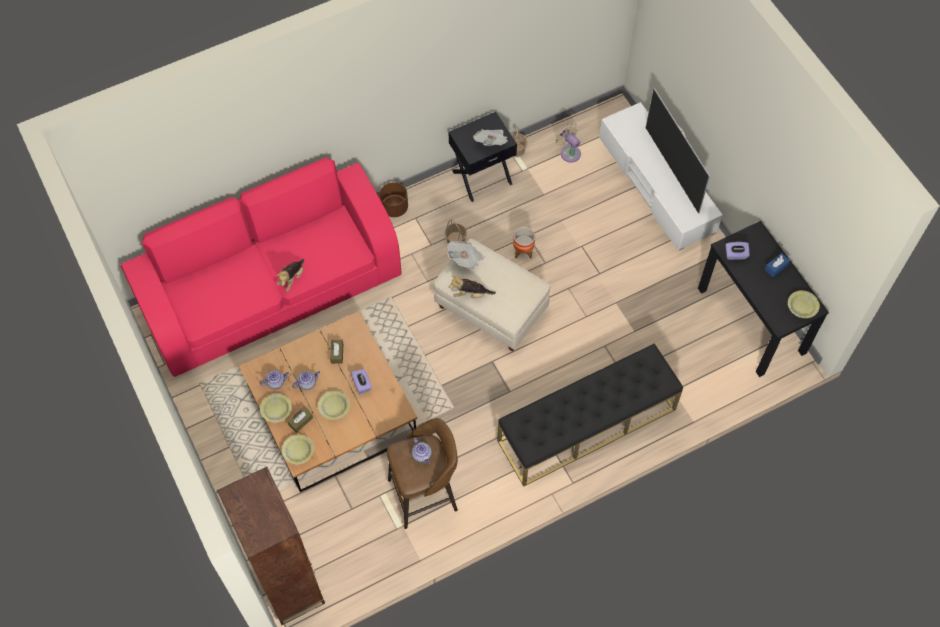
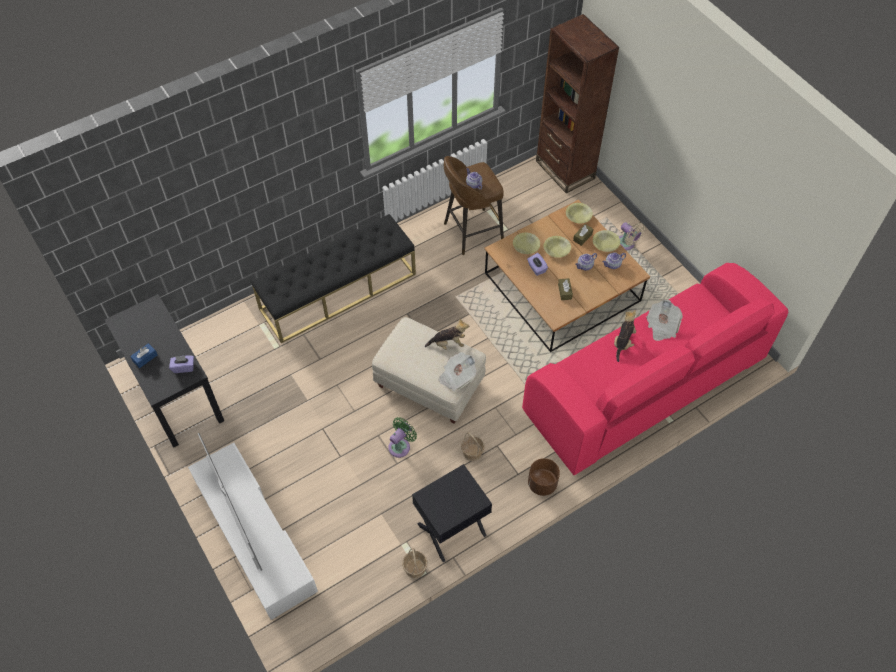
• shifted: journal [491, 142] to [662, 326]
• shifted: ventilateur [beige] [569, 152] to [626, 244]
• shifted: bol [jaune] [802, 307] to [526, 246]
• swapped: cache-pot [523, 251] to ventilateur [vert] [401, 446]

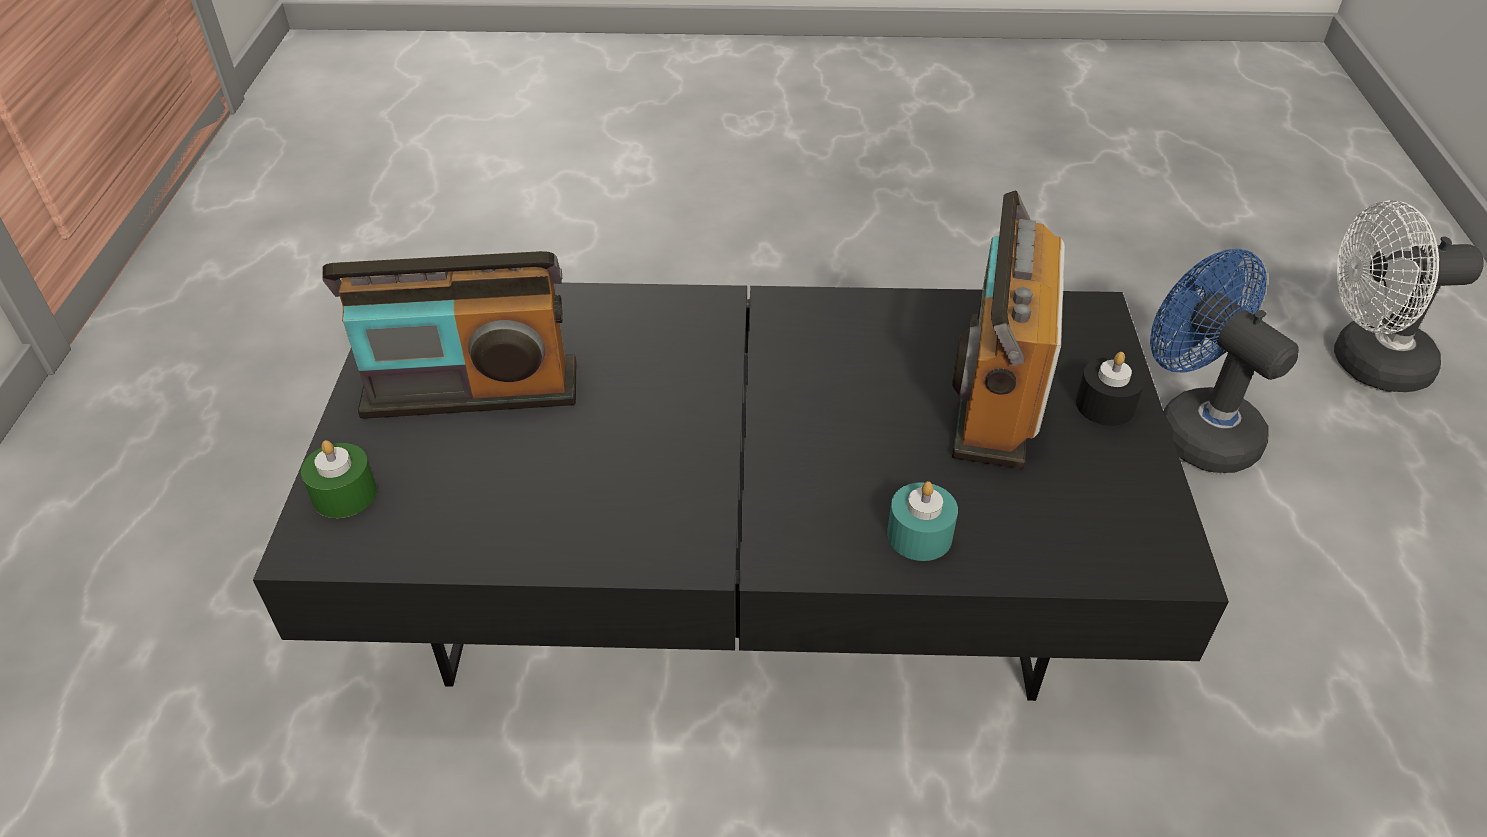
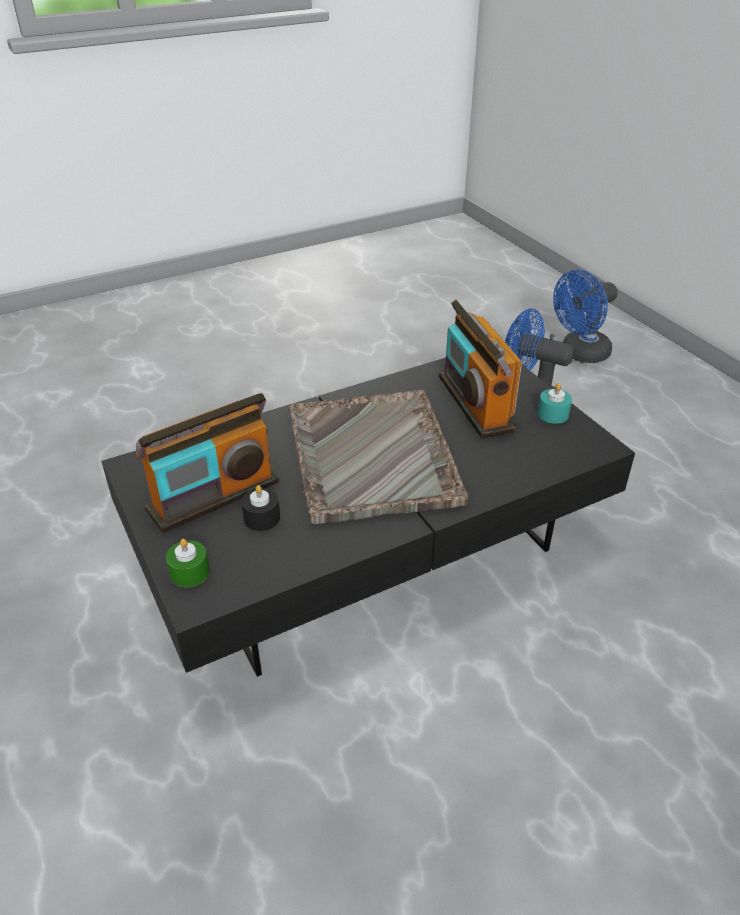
• new: plateau [gris] [372, 458]
• shifted: bougie [turquoise] [919, 535] to [553, 414]
• shifted: bougie [noir] [1105, 405] to [262, 518]
• repainted: ventilateur [blanc] [1365, 364] to ventilateur [bleu] [579, 354]

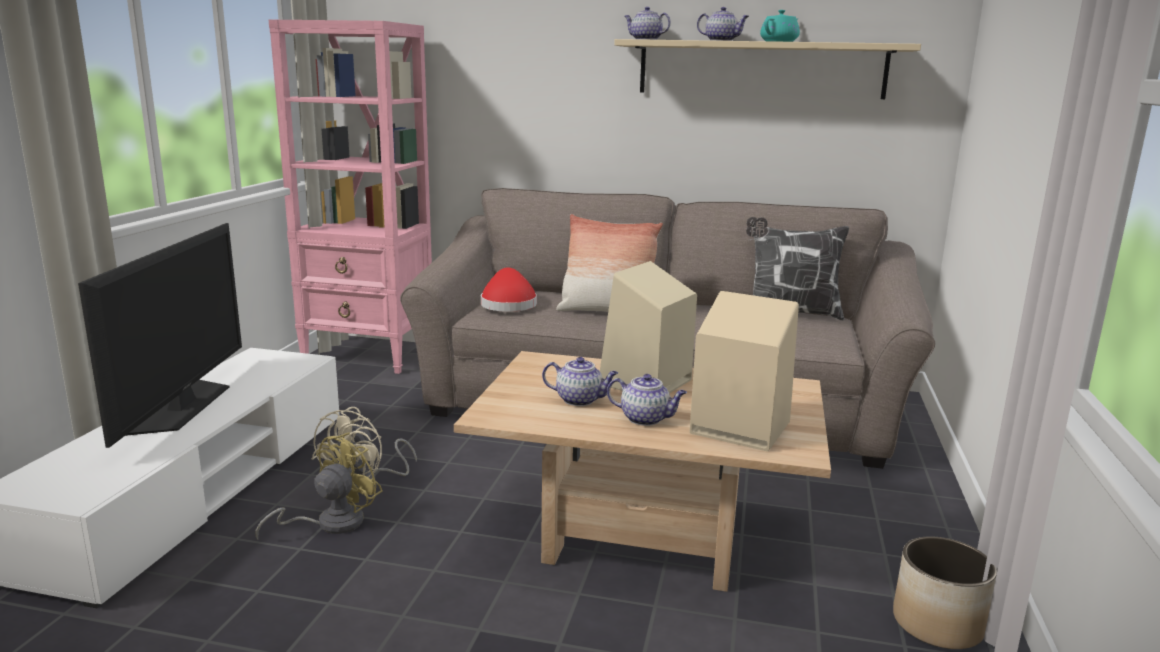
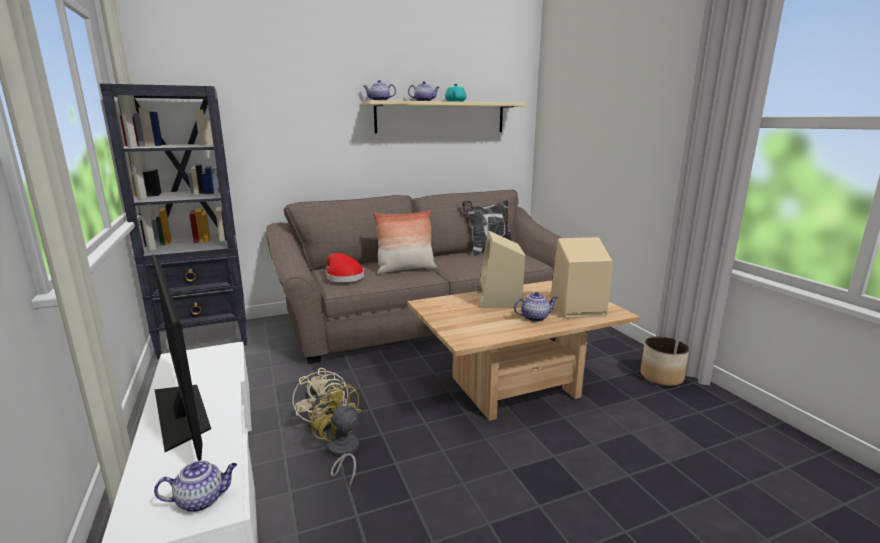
• shifted: théière [580, 400] to [202, 499]
• repainted: bibliothèque [rose] [370, 355] to bibliothèque [noir] [206, 339]
• rotated: ventilateur [jaune] [330, 523] = [341, 453] 45 degrees counterclockwise

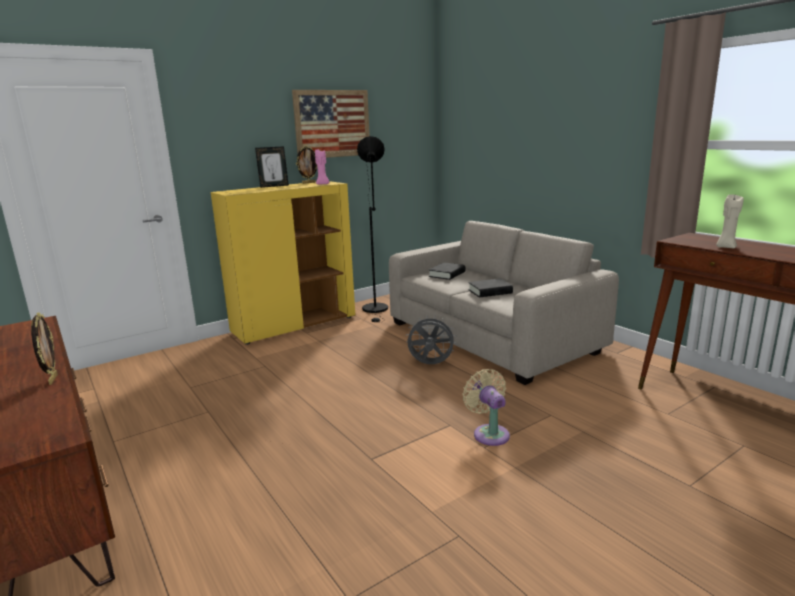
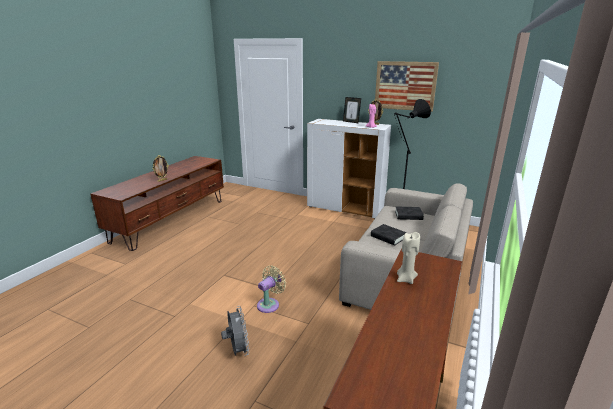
• shifted: ventilateur [gris] [430, 365] to [237, 350]
• repainted: meuble de rangement [jaune] [294, 325] to meuble de rangement [blanc] [346, 209]

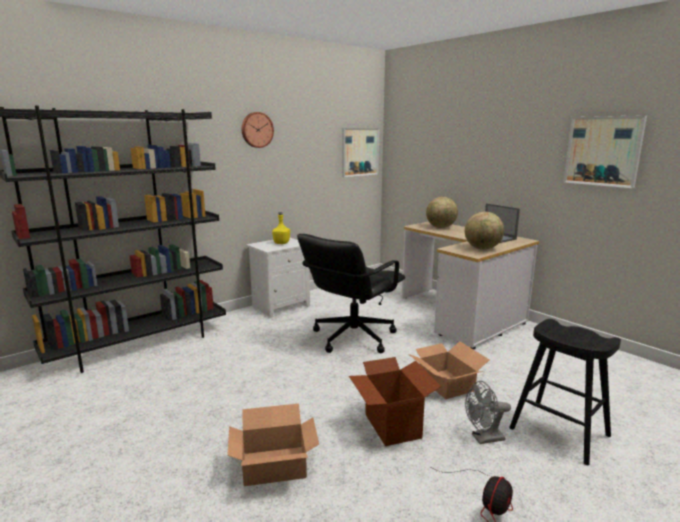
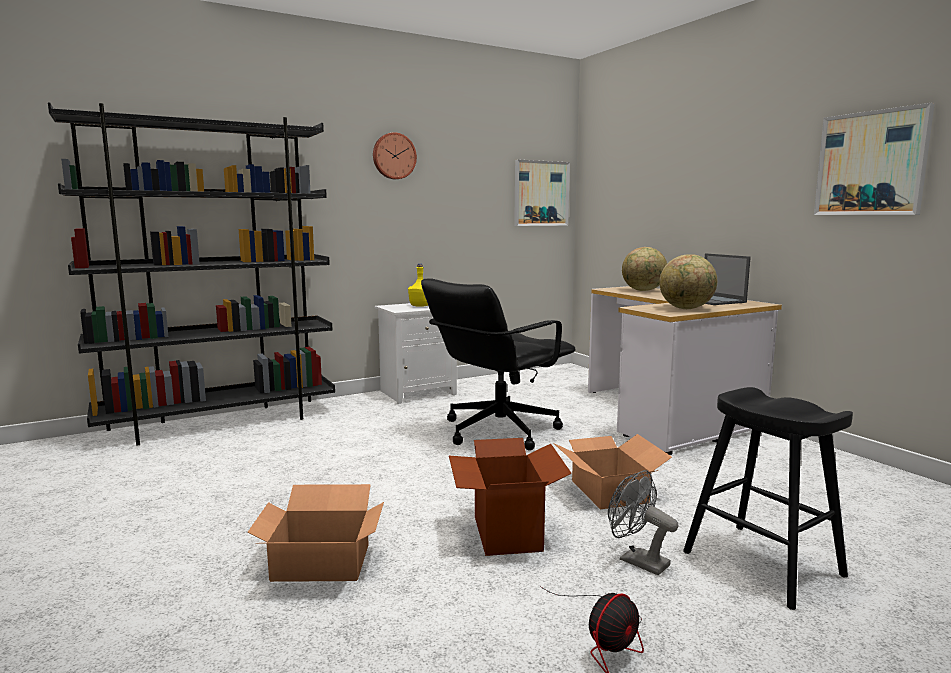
• rotated: ventilateur [gris] [483, 438] = [637, 560] 45 degrees clockwise

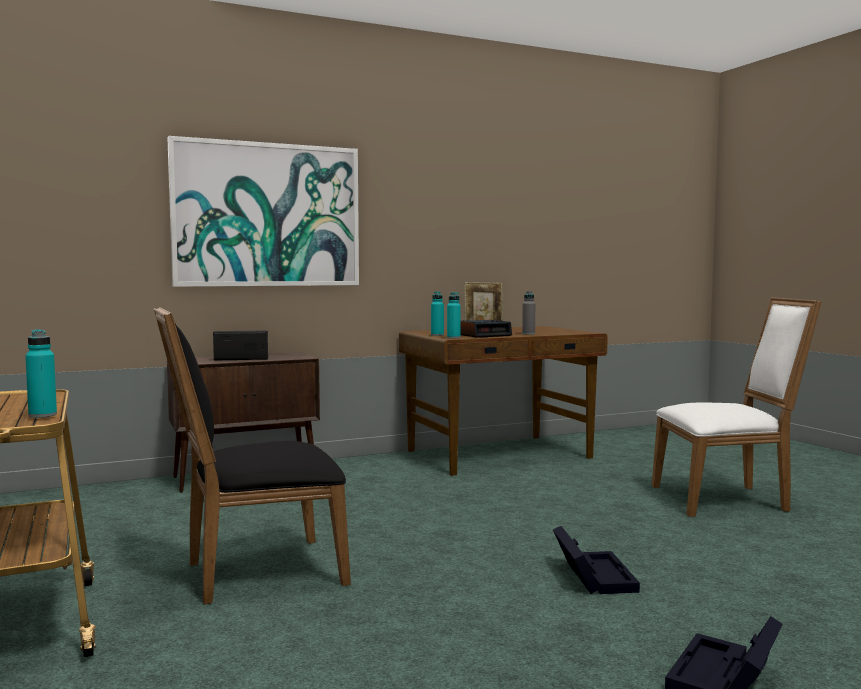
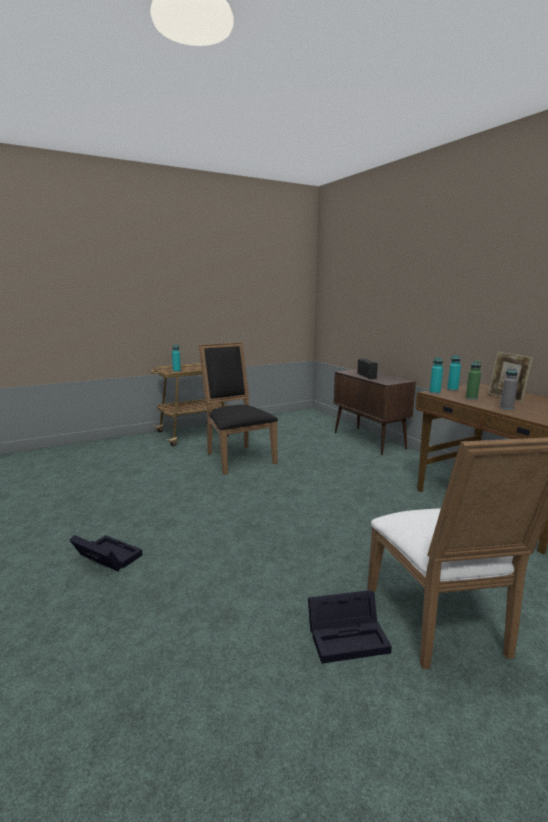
• gone: tableau [267, 215]
• shifted: boîte de rangement [noir] [592, 575] to [349, 636]
• swapped: réveil [483, 335] to bouteille [vert] [471, 398]

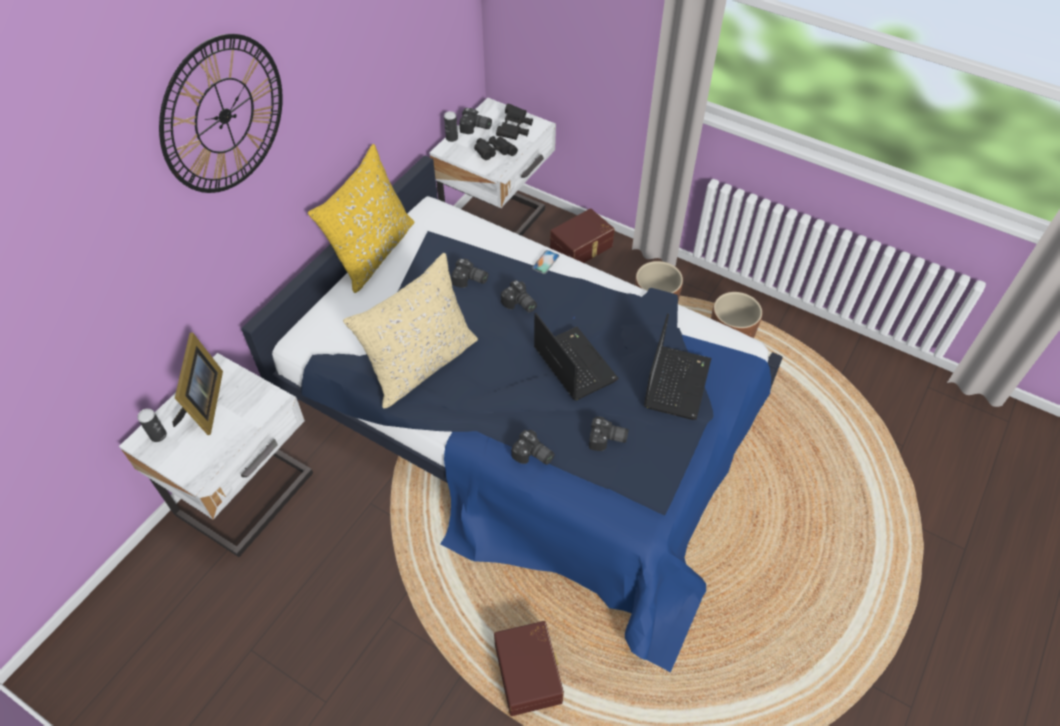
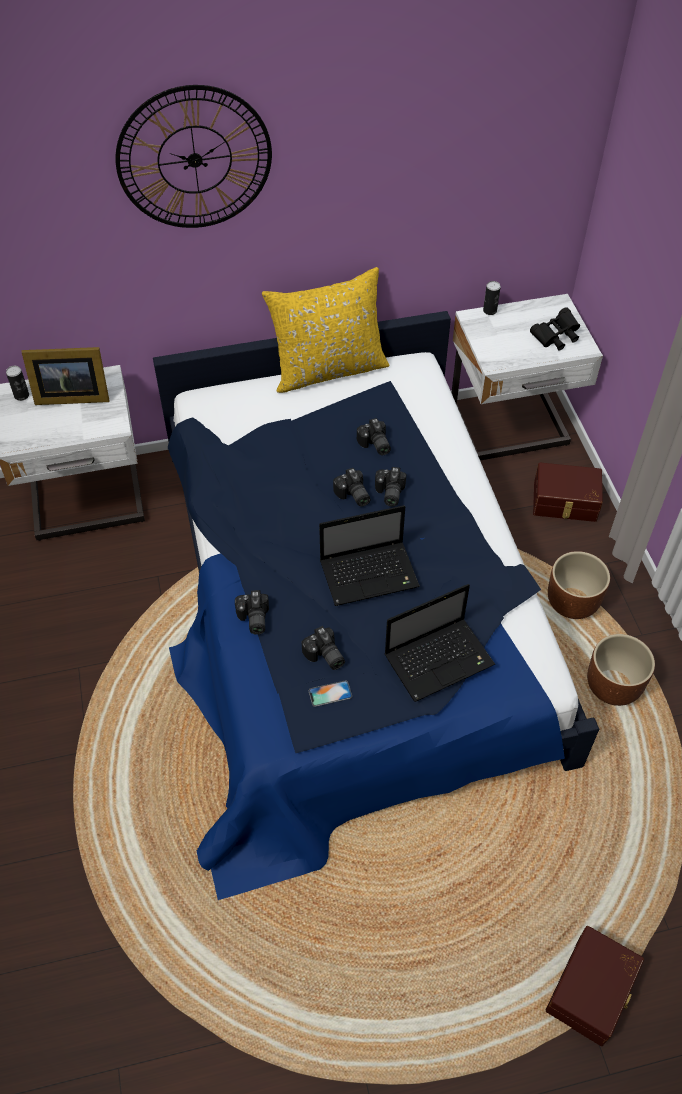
• gone: coussin [beige] [421, 364]
• gone: jumelles [noir] [494, 154]
• shifted: appareil photo [475, 128] to [352, 496]
• shifted: boîte de rangement [marron] [530, 672] to [593, 991]
• shifted: téléphone [545, 262] to [330, 693]
• rotated: cadre photo [204, 405] = [70, 396] 45 degrees clockwise
• rotated: ordinateur portable [573, 363] = [371, 573] 60 degrees clockwise

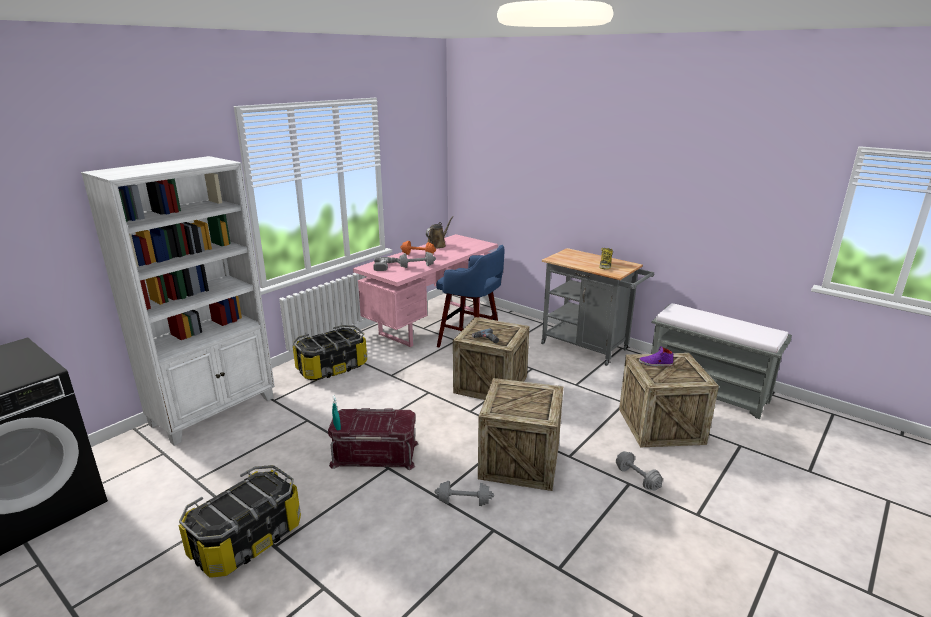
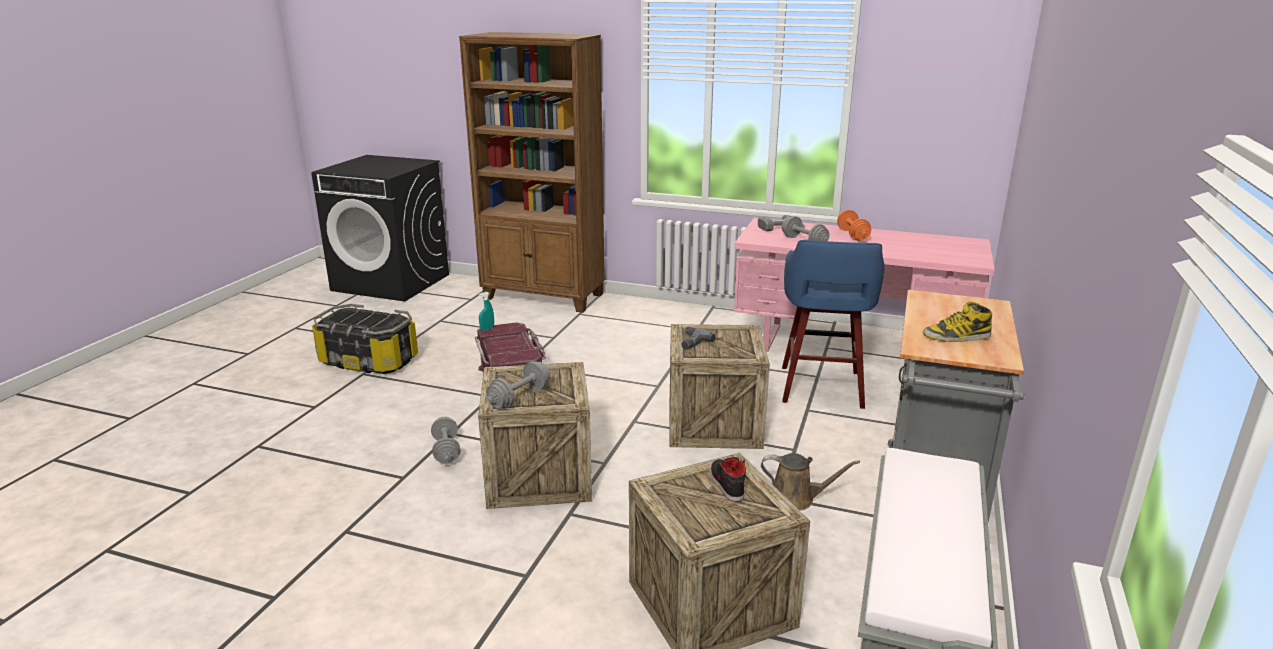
• gone: boîte de rangement [332, 367]
• shifted: arrosoir [marron] [437, 245] to [796, 499]
• shifted: haltère [gris] [637, 478] to [519, 397]
• repainted: bibliothèque [blanc] [215, 411] to bibliothèque [marron] [544, 297]
• repainted: chaussure [violet] [655, 363] to chaussure [noir] [726, 483]

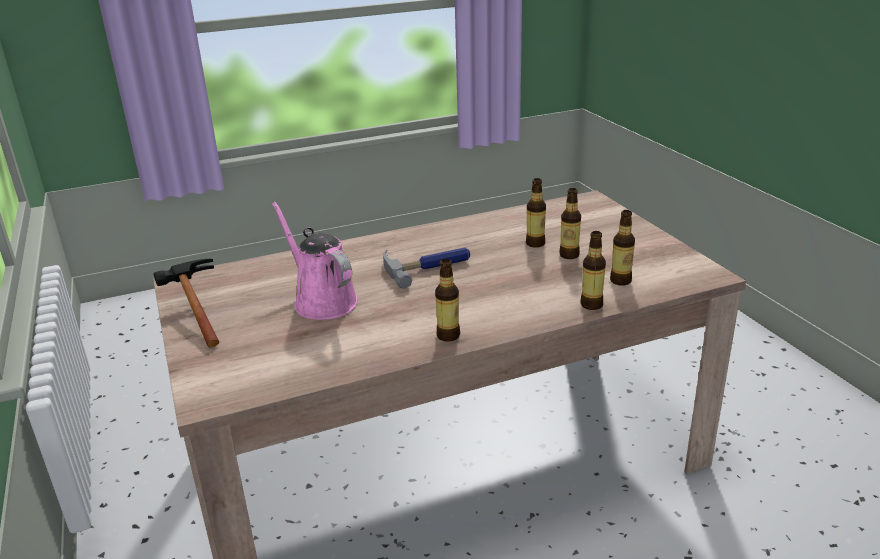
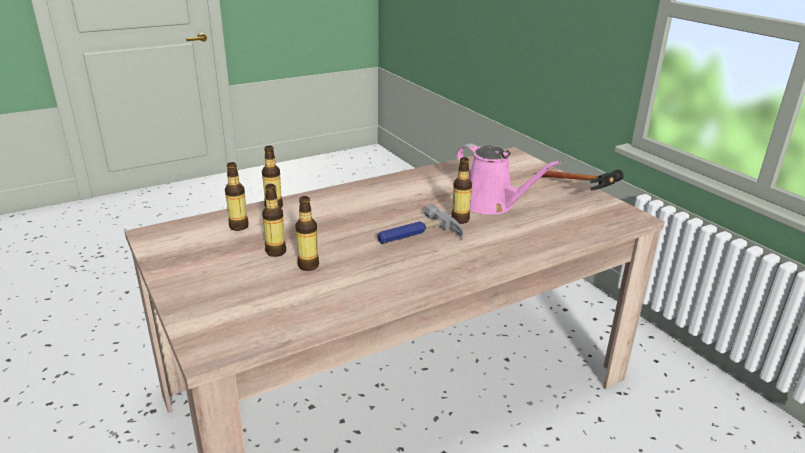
• shifted: bouteille [448, 335] to [460, 219]

